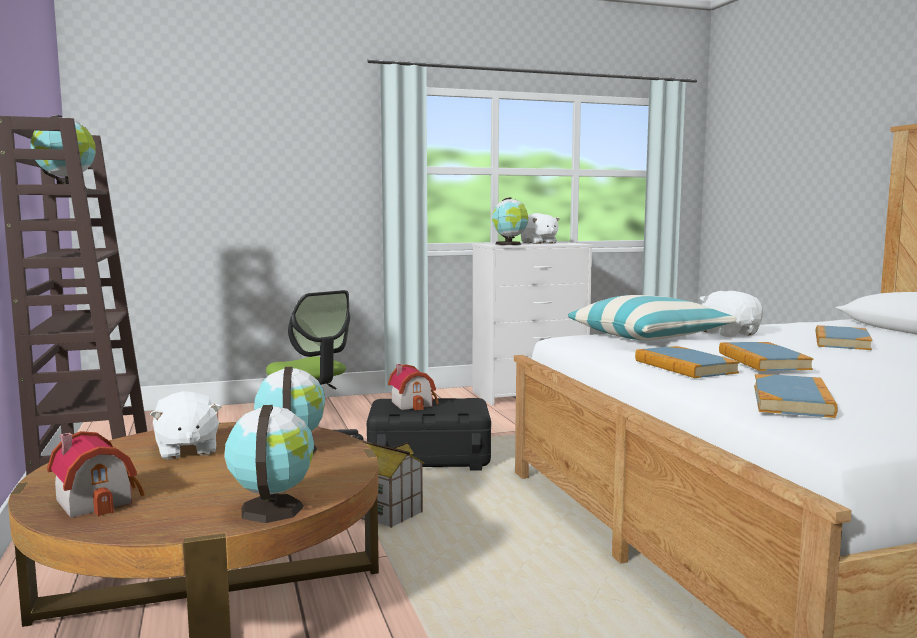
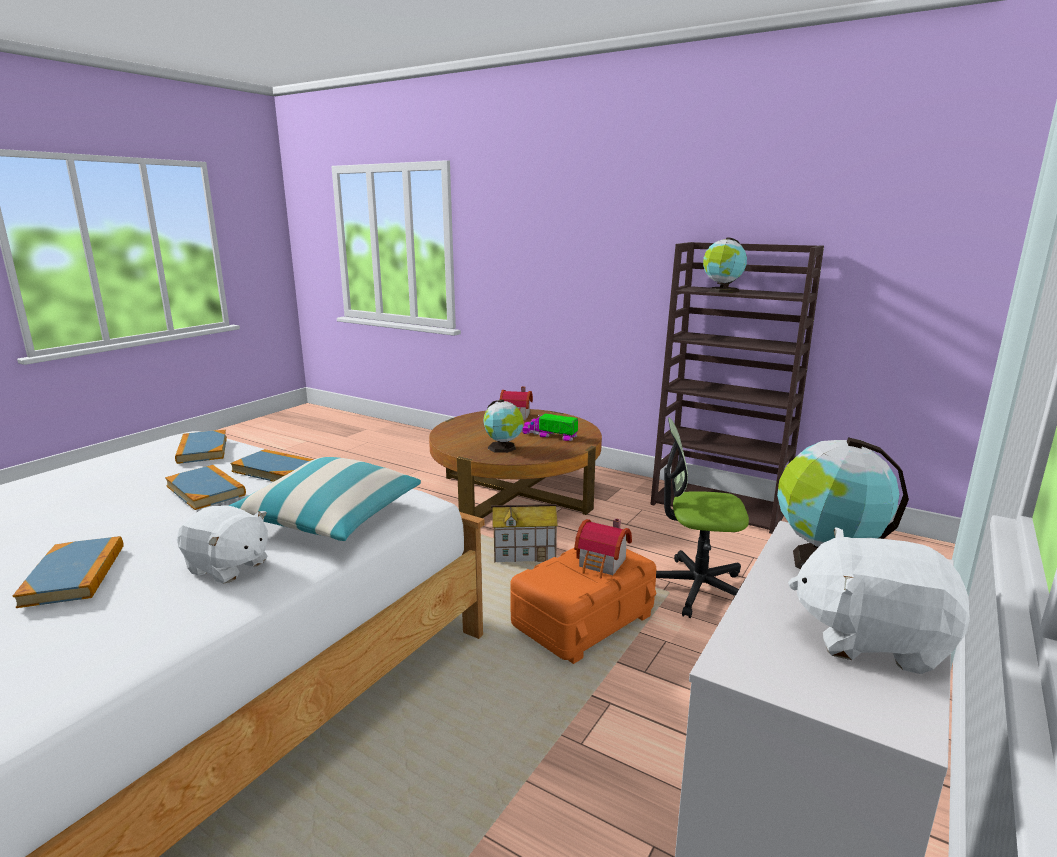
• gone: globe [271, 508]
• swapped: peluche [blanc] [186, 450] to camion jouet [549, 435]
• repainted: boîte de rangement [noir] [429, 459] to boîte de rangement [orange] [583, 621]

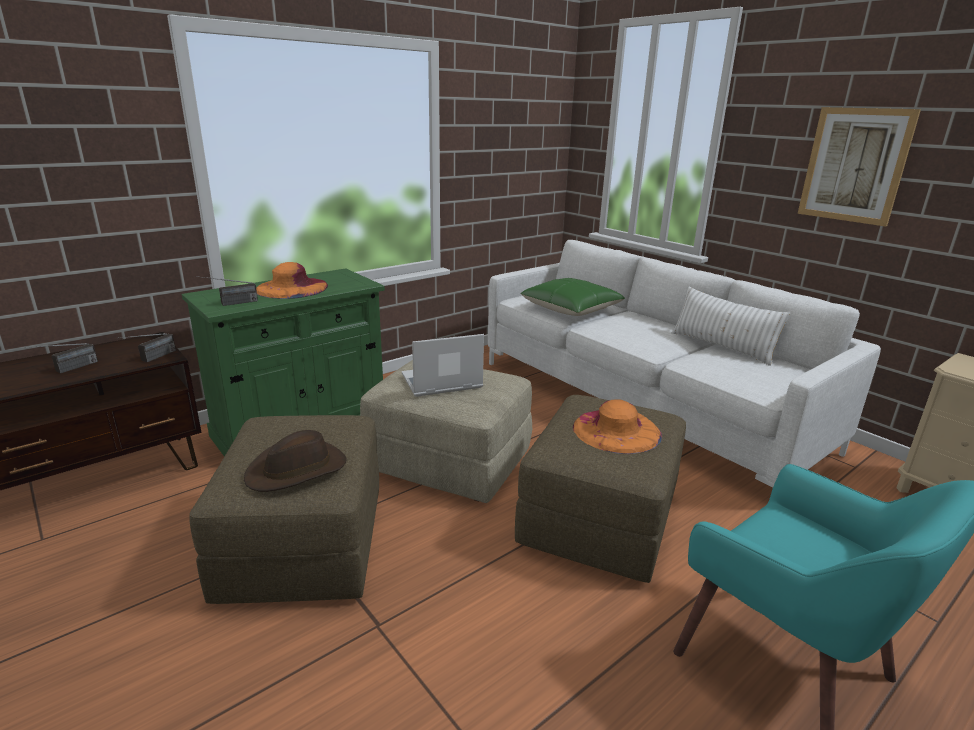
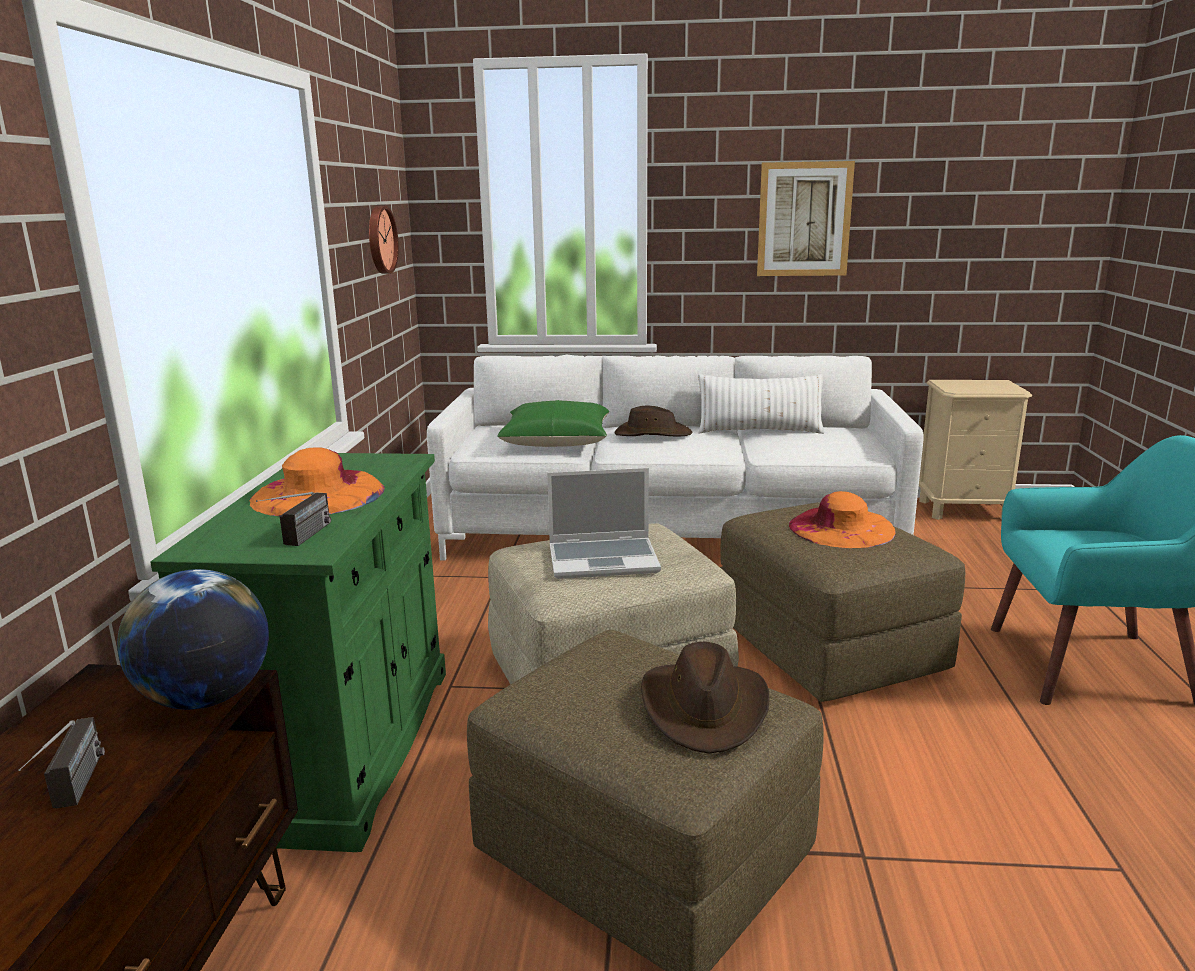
• new: horloge murale [380, 240]
• new: chapeau [marron] [652, 434]
• swapped: radio [151, 359] to globe [206, 698]
• rotated: ordinateur portable [441, 382] = [604, 559] 120 degrees counterclockwise

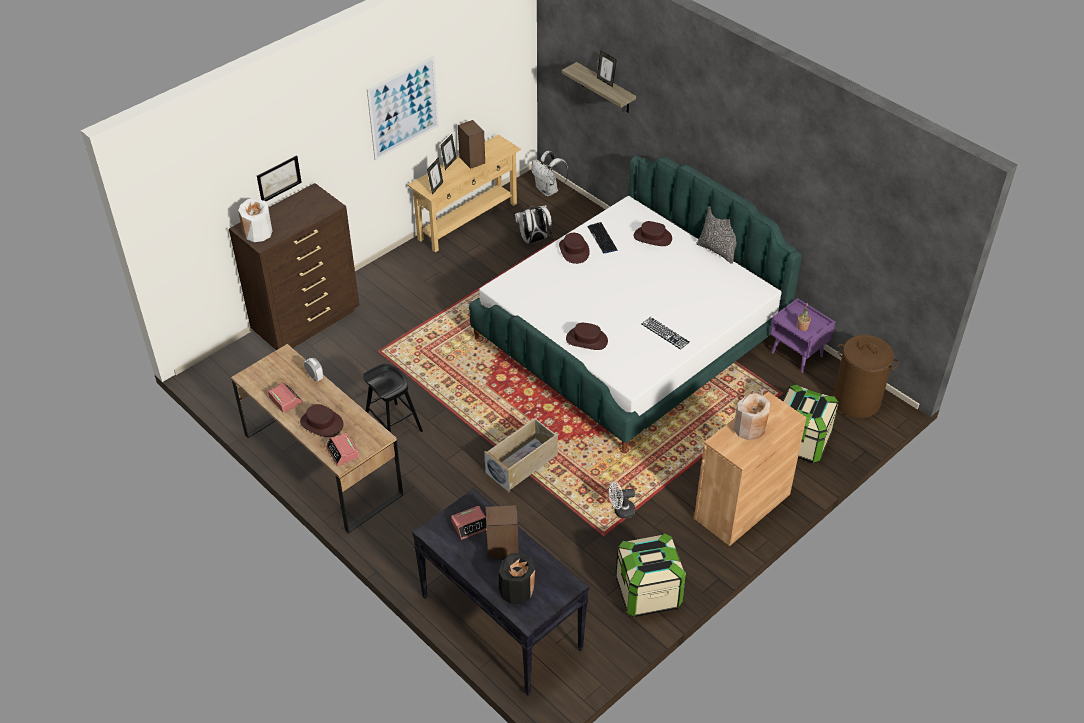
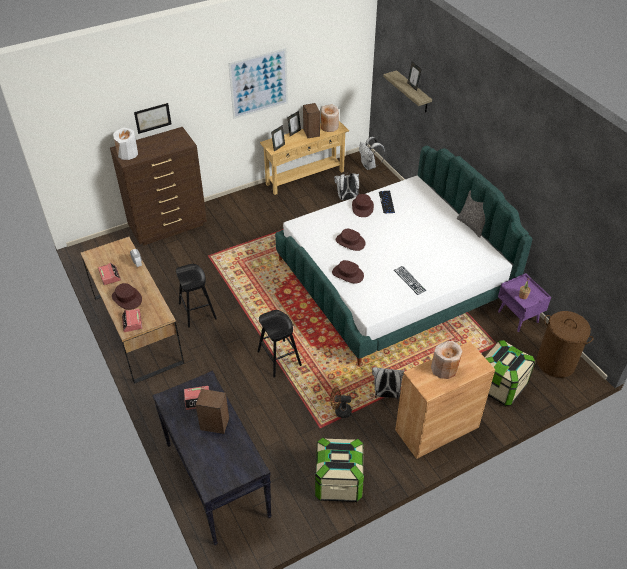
• gone: vase [noir] [517, 589]
• new: vase [beige] [329, 127]
• new: sac à dos [blanc] [386, 394]
• shifted: chapeau [marron] [652, 237] to [350, 242]
• swapped: boîte de rangement [beige] [522, 463] to tabouret [noir] [279, 358]
• repainted: ventilateur [blanc] [621, 511] to ventilateur [marron] [340, 411]

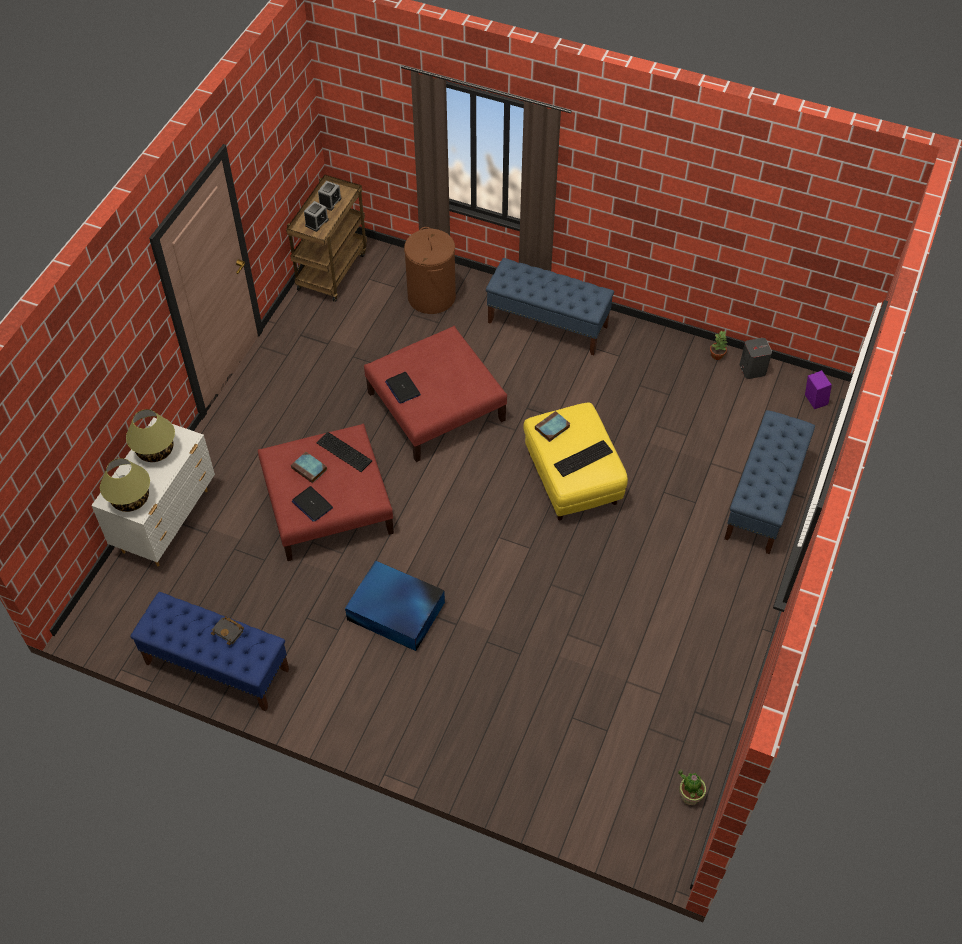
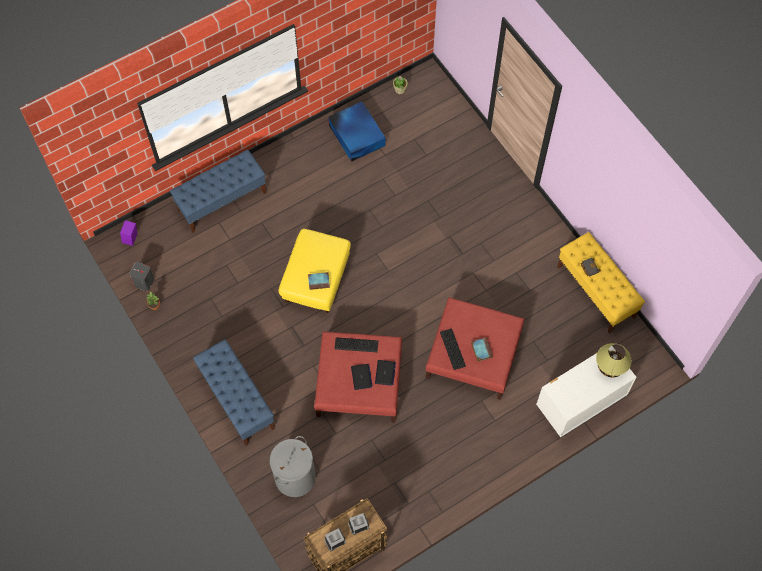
• gone: lampe de table [155, 450]
• shifted: ordinateur portable [312, 504] to [361, 377]
• shifted: boîte de rangement [bleu] [397, 612] to [356, 134]
• shifted: clavier [584, 459] to [356, 344]
• repainted: banc [bleu] [217, 666] to banc [jaune] [596, 292]
• repainted: panier à linge [marron] [432, 297] to panier à linge [gris] [295, 477]

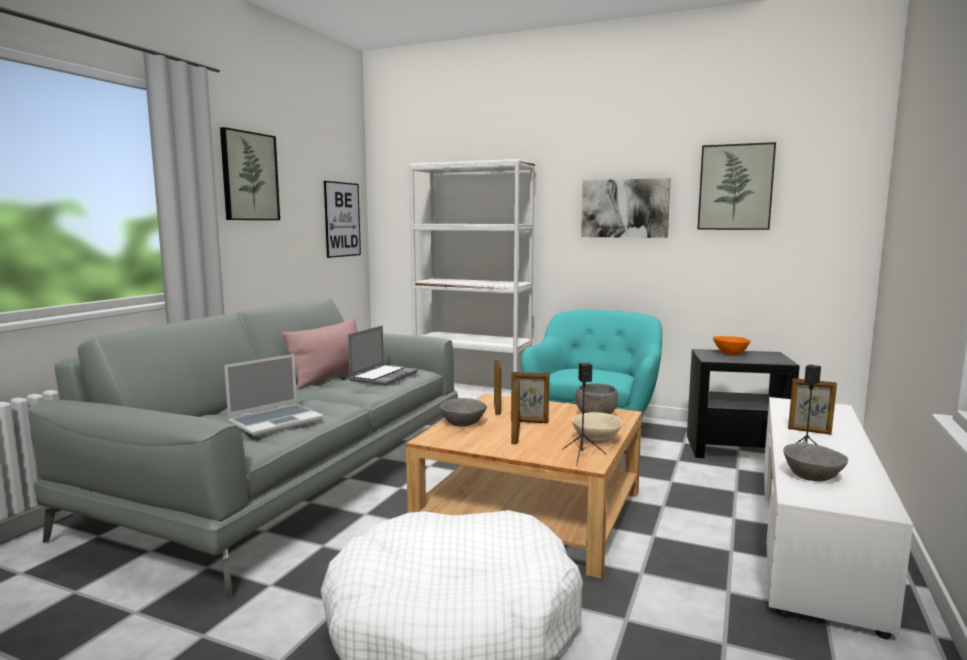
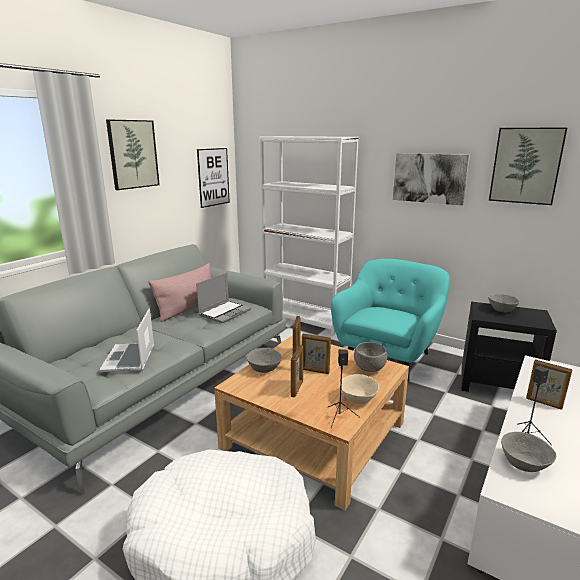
• repainted: bol [orange] [731, 353] to bol [gris] [502, 310]
• rotated: ordinateur portable [276, 421] = [129, 359] 120 degrees clockwise

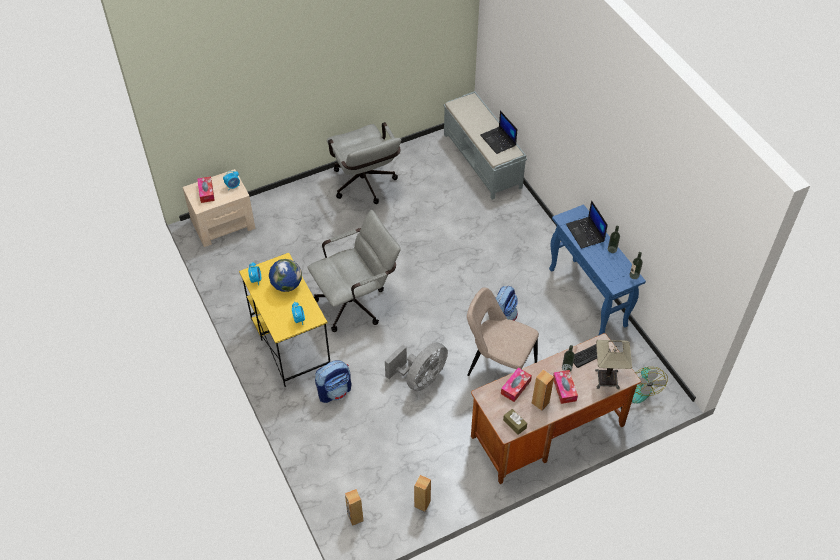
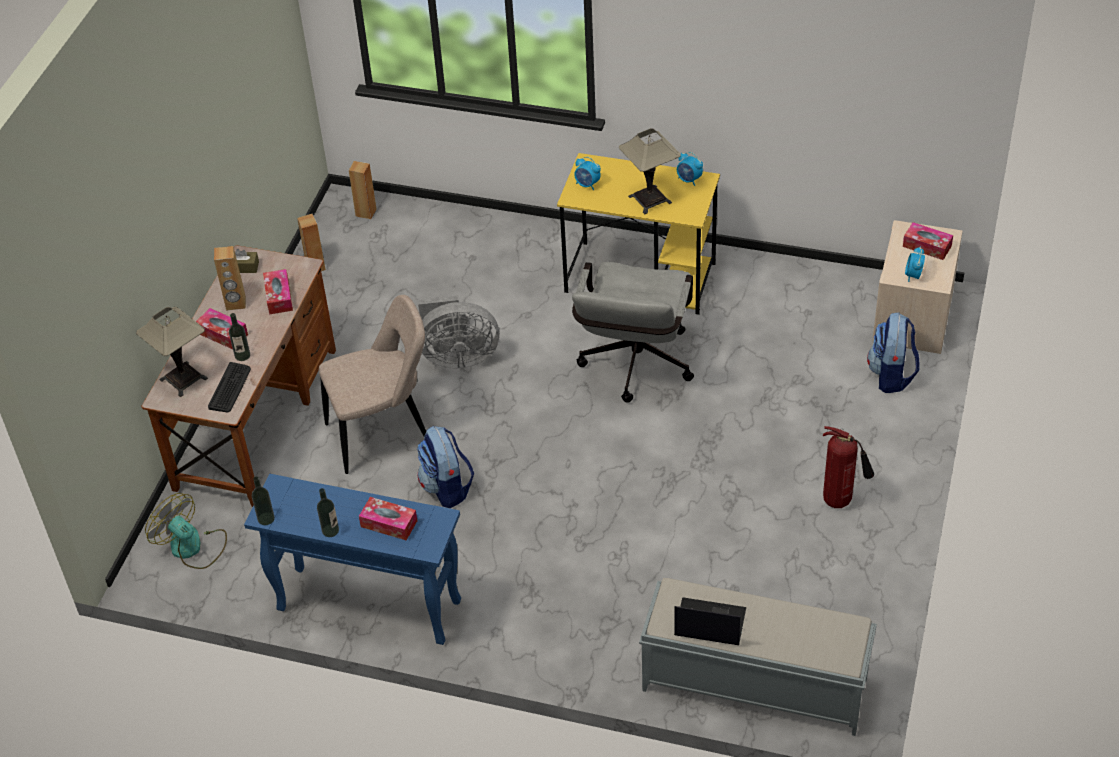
• shifted: sac à dos [335, 391] to [891, 375]
• swapped: globe [286, 285] to lampe de table [650, 199]
• swapped: chaise de bureau [gris] [365, 186] to extincteur [841, 501]
• swapped: ordinateur portable [585, 233] to boîte à mouchoirs [389, 523]
• rotated: ventilateur [gris] [420, 378] = [457, 356] 90 degrees counterclockwise

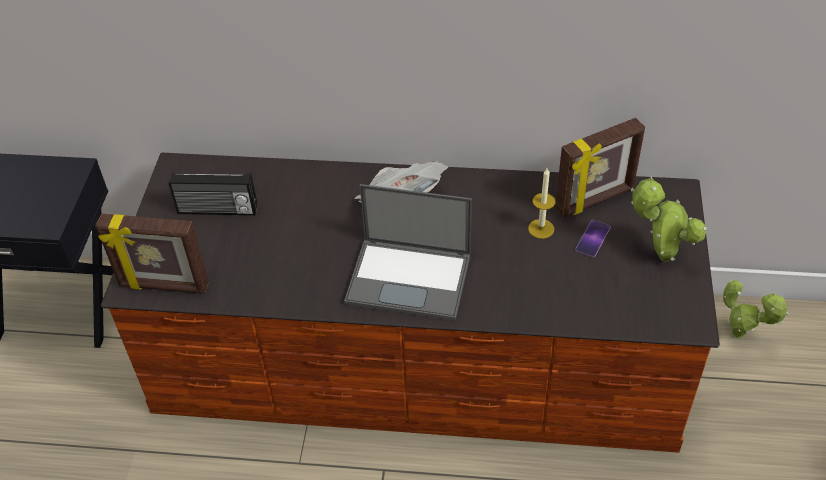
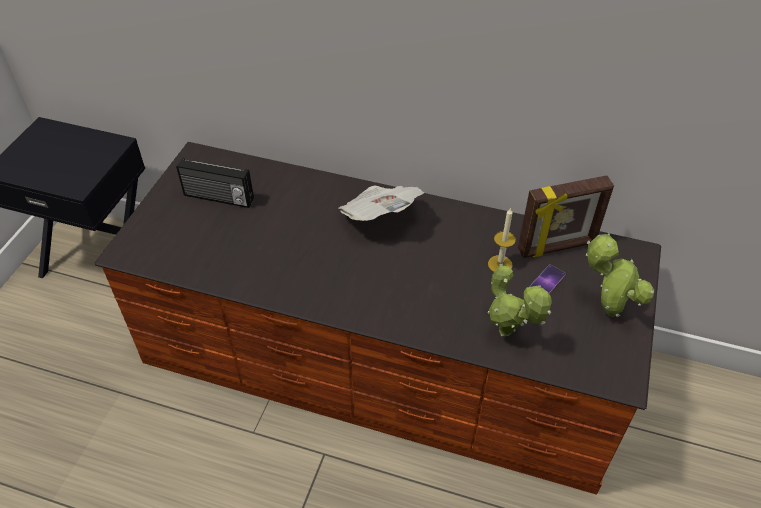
• gone: cadre photo [163, 286]
• gone: ordinateur portable [410, 278]
• shifted: plante en pot [740, 337] to [508, 334]

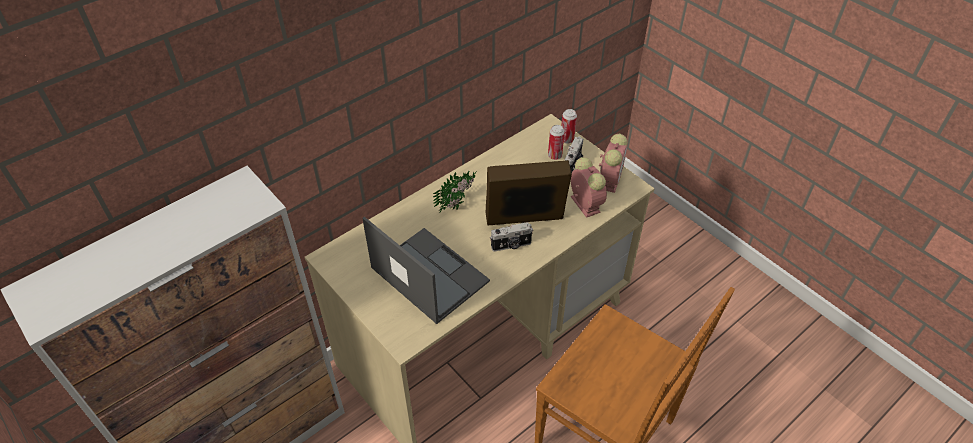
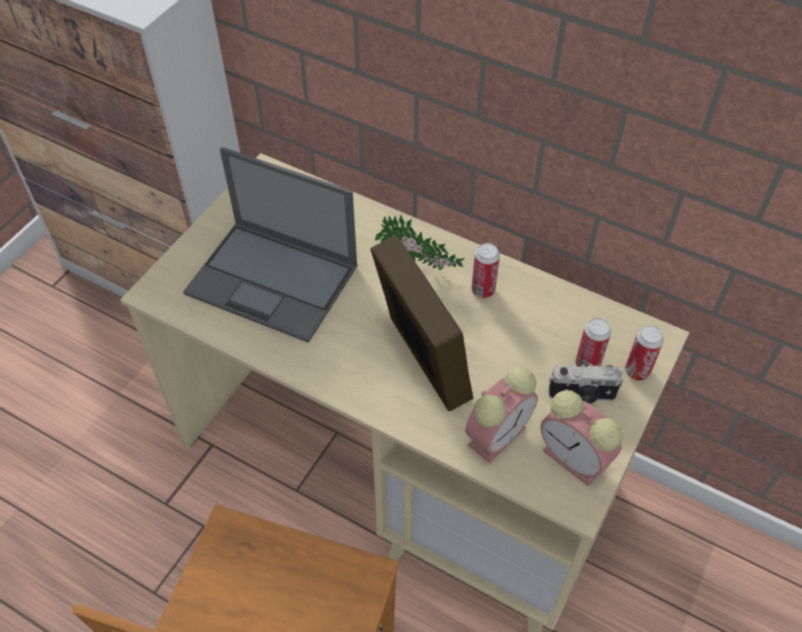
• gone: appareil photo [511, 245]
• new: boîte métallique [483, 290]
• rotated: ordinateur portable [428, 274] = [274, 280] 90 degrees clockwise
• rotated: réveil [610, 179] = [576, 459] 45 degrees clockwise

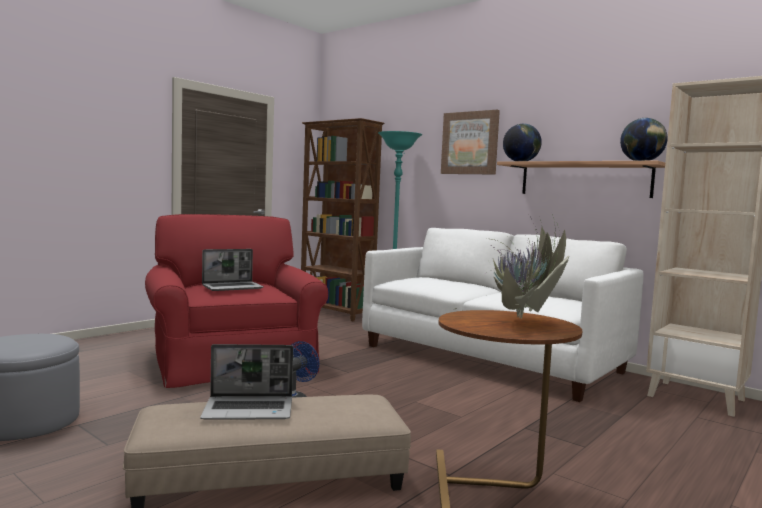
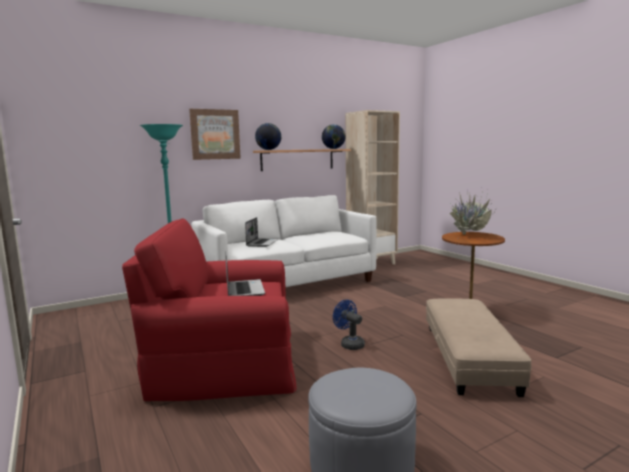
• gone: bibliothèque [marron] [336, 313]
• shifted: ordinateur portable [250, 410] to [262, 243]

